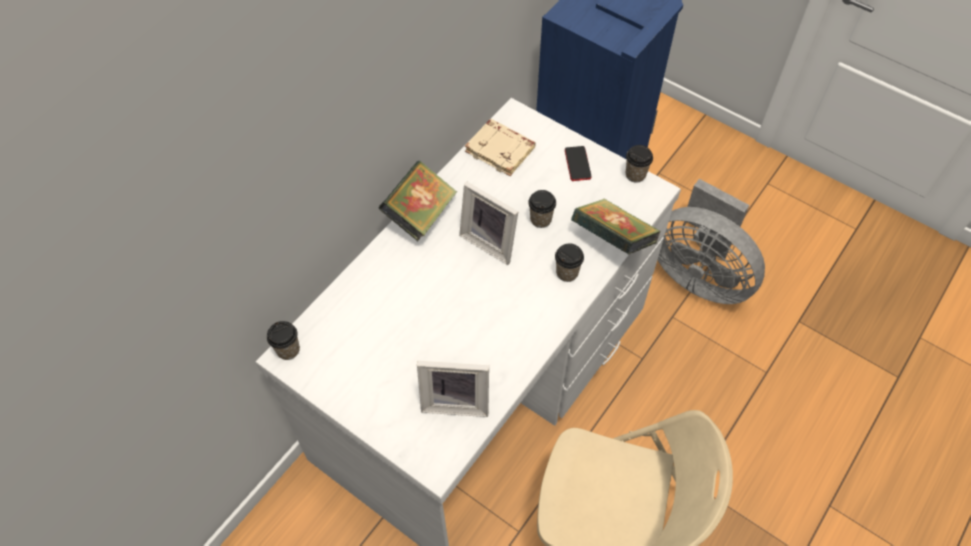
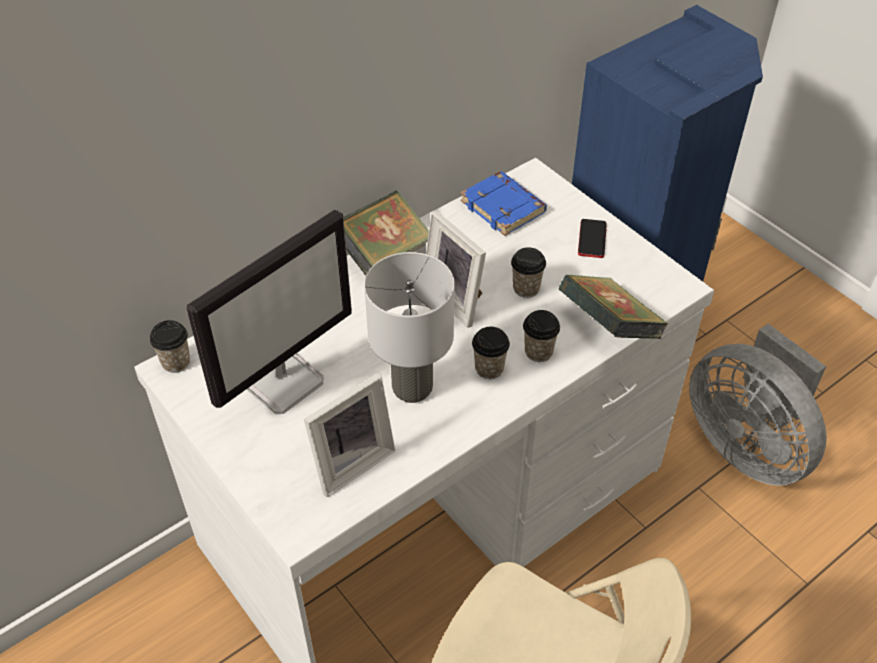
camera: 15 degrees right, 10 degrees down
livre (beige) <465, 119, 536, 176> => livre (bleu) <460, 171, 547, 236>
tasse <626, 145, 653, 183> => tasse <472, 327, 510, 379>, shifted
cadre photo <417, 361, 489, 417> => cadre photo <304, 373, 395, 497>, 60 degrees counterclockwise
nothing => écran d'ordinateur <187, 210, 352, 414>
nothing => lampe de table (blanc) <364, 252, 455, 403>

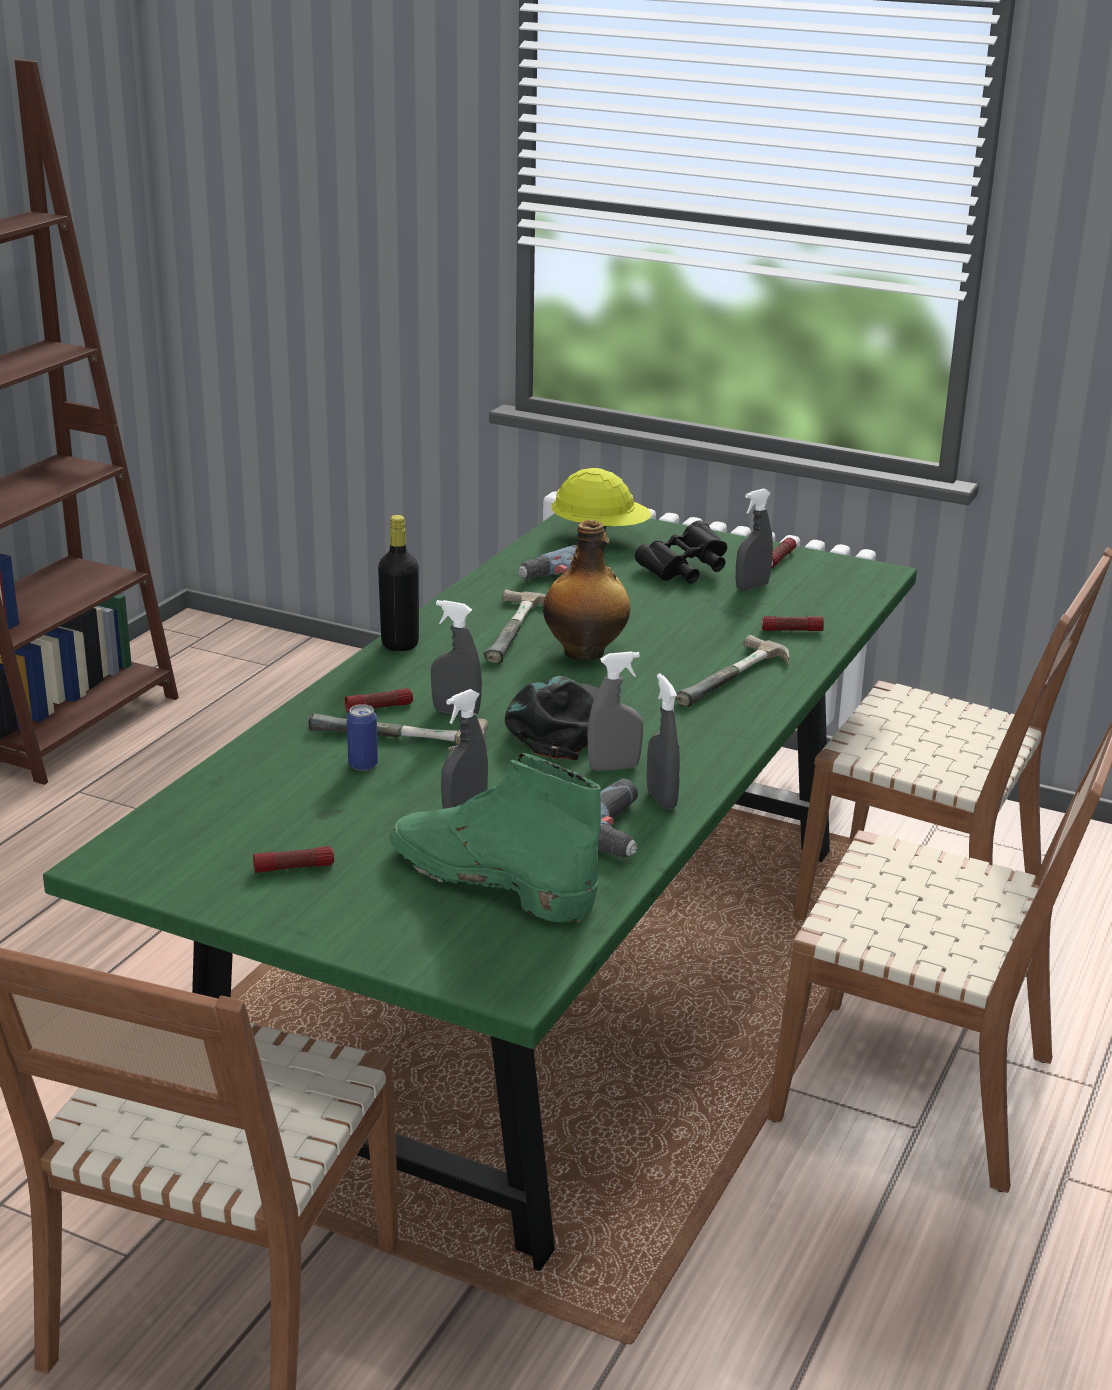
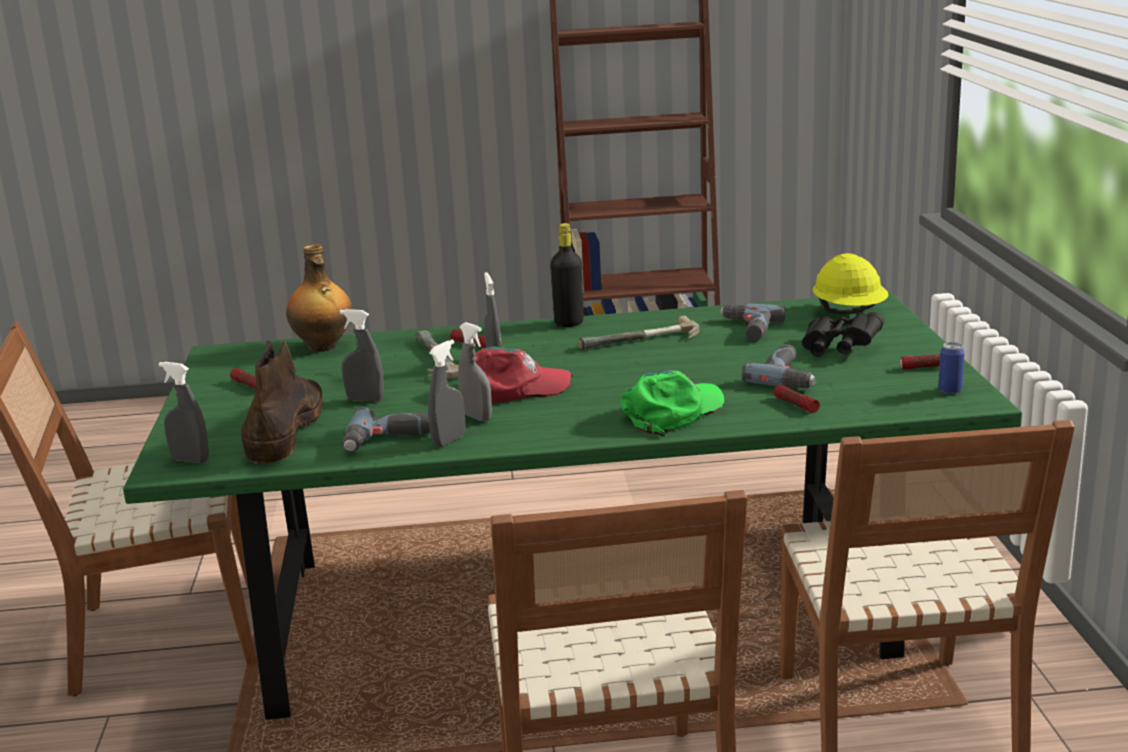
camera: 60 degrees right, 5 degrees down
vaporisateur (gris) <736, 489, 773, 591> => vaporisateur (gris) <159, 362, 209, 463>, shifted
bouteille <543, 520, 630, 661> => bouteille <286, 244, 353, 352>, shifted
marteau <675, 635, 789, 707> => casquette (vert) <621, 370, 724, 437>
casquette (noir) <505, 676, 599, 760> => casquette (rouge) <475, 346, 573, 402>
boîte métallique <347, 704, 378, 771> => boîte métallique <938, 342, 965, 394>, shifted
botte (vert) <390, 753, 601, 922> => botte (marron) <241, 340, 323, 464>
nothing => perceuse <742, 344, 816, 388>

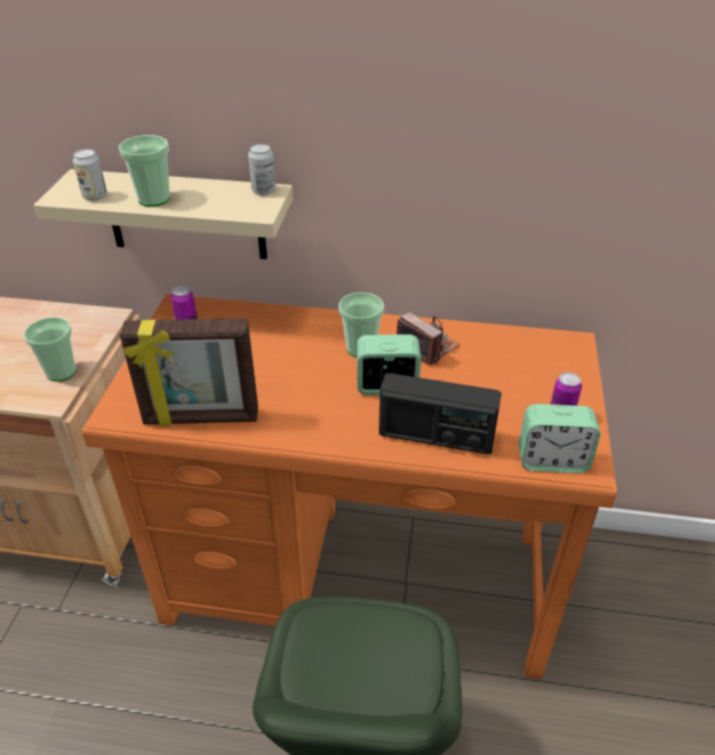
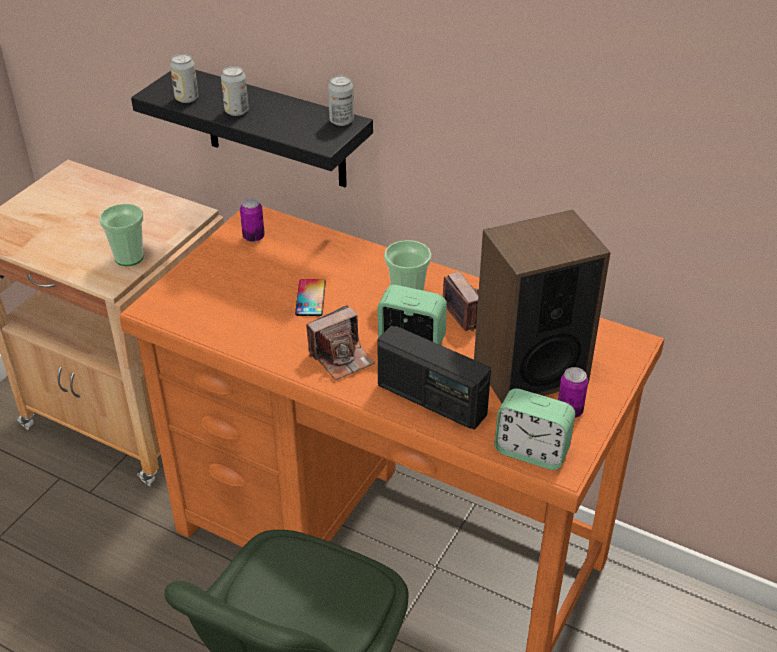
camera: 20 degrees right, 0 degrees up
tasse <118, 135, 170, 207> => boîte métallique <221, 66, 249, 116>
étagère (beige) <34, 169, 293, 259> => étagère (noir) <131, 70, 373, 187>
cadre photo <120, 318, 258, 426> => nothing
nothing => enceinte <474, 210, 611, 403>
nothing => téléphone <295, 279, 326, 316>
nothing => appareil photo <306, 305, 375, 380>

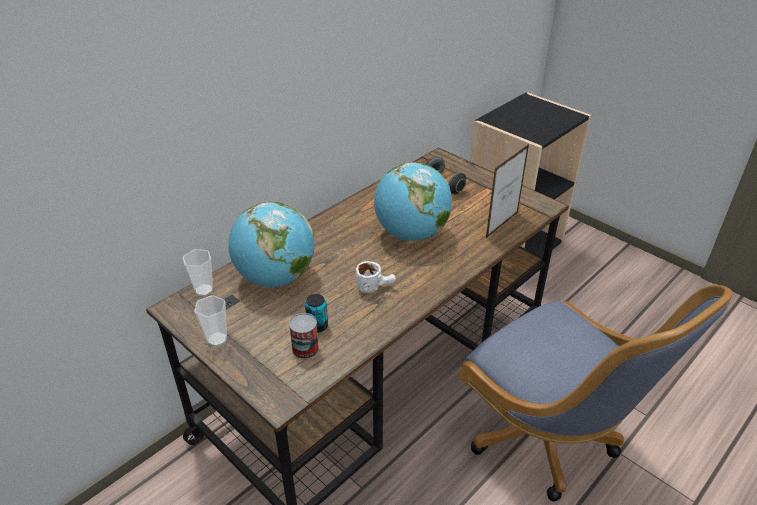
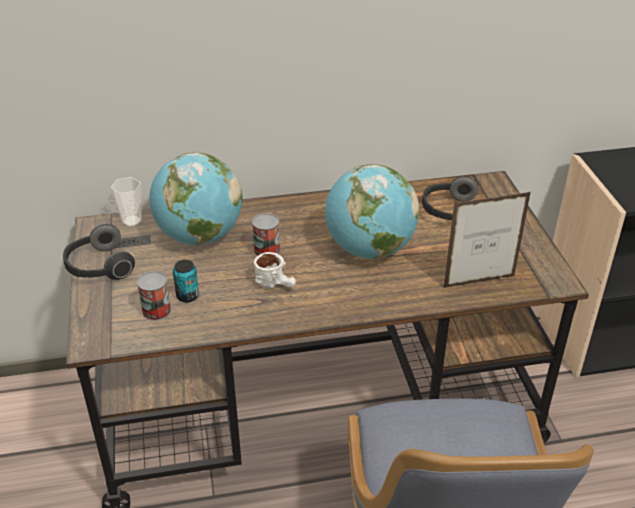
camera: 35 degrees right, 0 degrees up
tasse <194, 295, 227, 347> => casque audio <63, 224, 135, 280>
nothing => boîte métallique <252, 213, 280, 256>

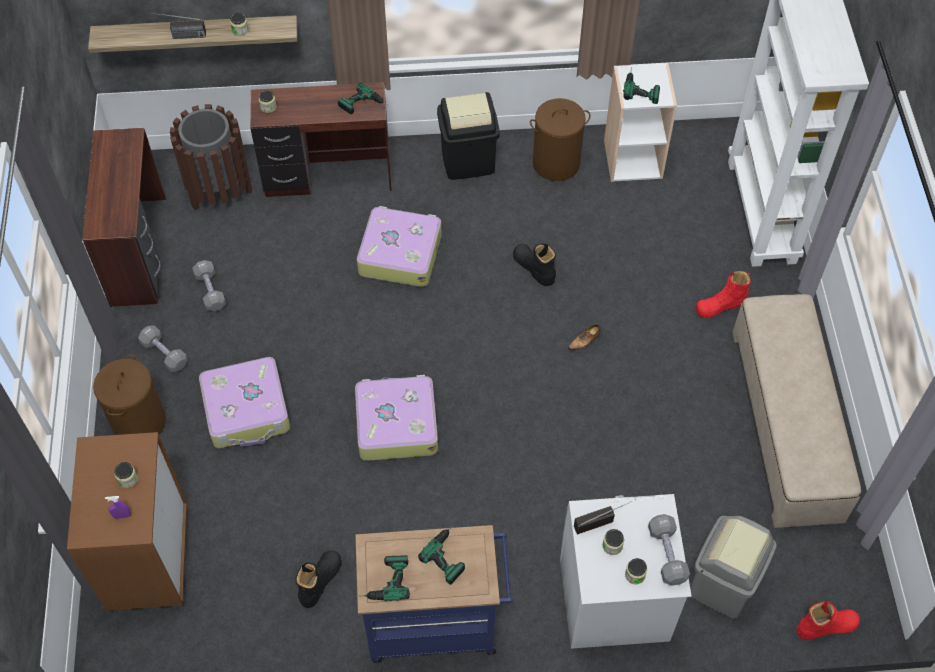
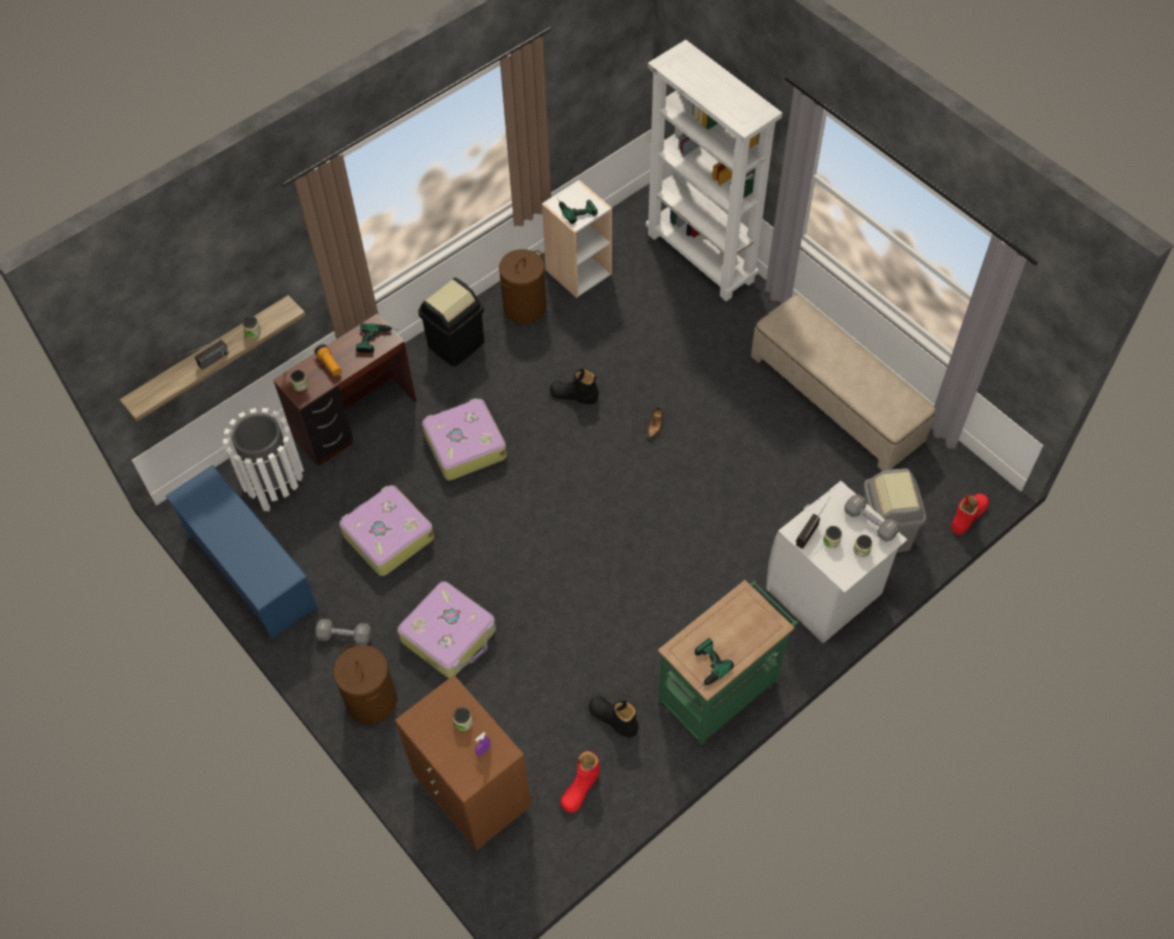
camera: 35 degrees left, 0 degrees up
poubelle (marron) <170, 104, 252, 210> => poubelle (blanc) <223, 408, 304, 511>
bureau (marron) <82, 128, 166, 307> => étagère à chaussures (bleu) <165, 465, 318, 639>
haltère (gris) <192, 260, 226, 311> => nothing
botte (rouge) <696, 271, 751, 318> => botte (rouge) <560, 750, 600, 813>, shifted
valise <355, 375, 438, 461> => valise <339, 485, 434, 576>, shifted
perceuse <418, 523, 465, 585> => nothing
chariot (bleu) <356, 525, 513, 663> => chariot (vert) <658, 580, 799, 747>
botte (noir) <295, 550, 342, 608> => botte (noir) <589, 696, 639, 738>, 45 degrees counterclockwise
nothing => lampe de poche <315, 344, 342, 376>

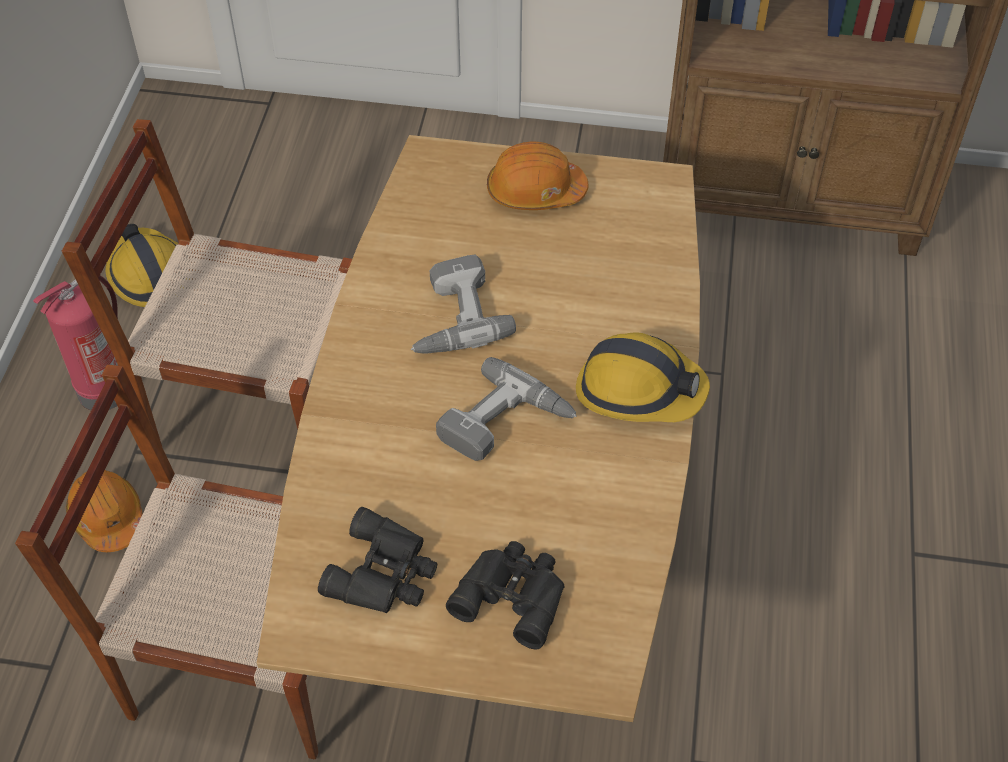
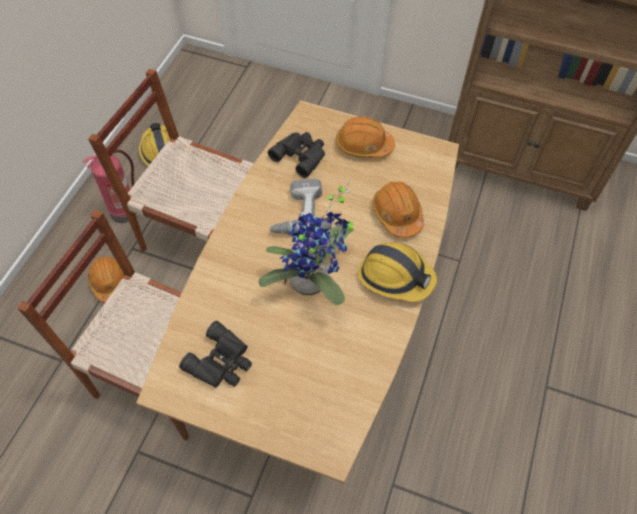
camera: 10 degrees right, 5 degrees up
perceuse <436, 357, 577, 461> => plante en pot <258, 182, 354, 305>
jumelles (noir) <446, 541, 564, 649> => jumelles (noir) <268, 132, 325, 178>, shifted
nothing => casque de chantier (orange) <372, 181, 424, 238>

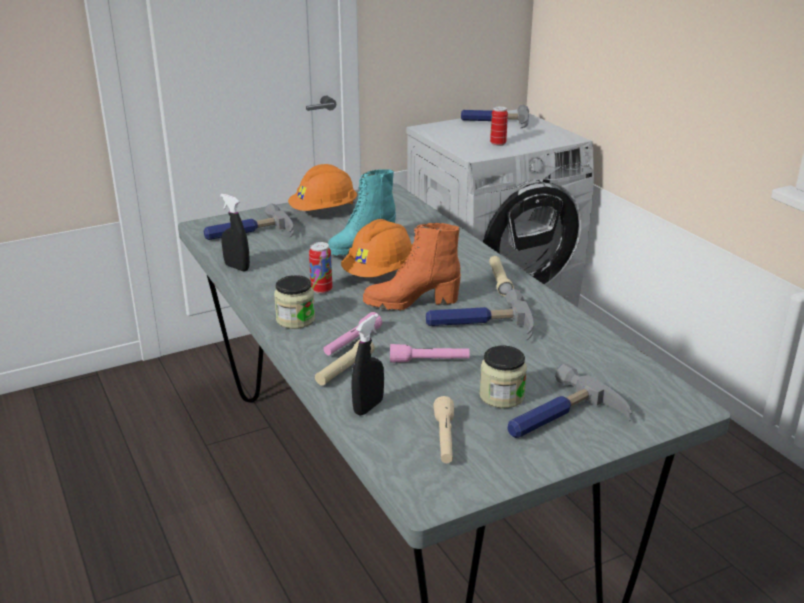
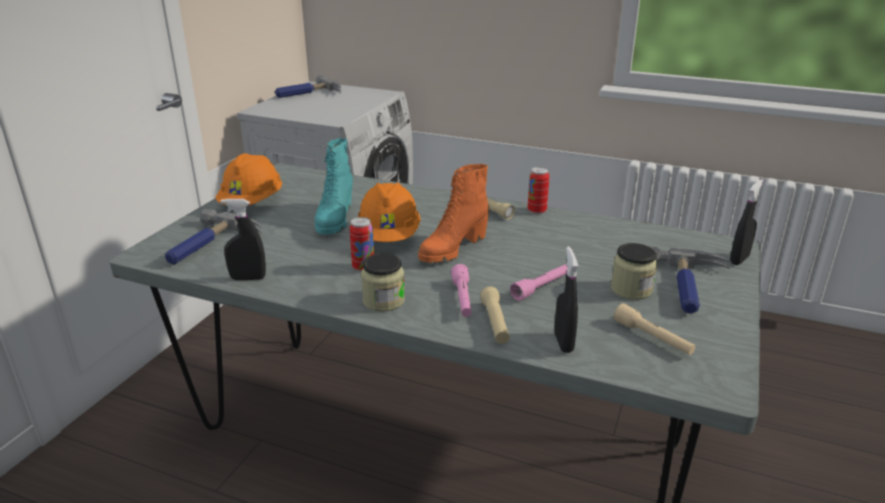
camera: 40 degrees left, 0 degrees up
boîte métallique <490, 106, 508, 146> => boîte métallique <528, 167, 550, 214>, shifted
marteau <426, 289, 534, 340> => nothing
nothing => vaporisateur (noir) <730, 179, 764, 265>

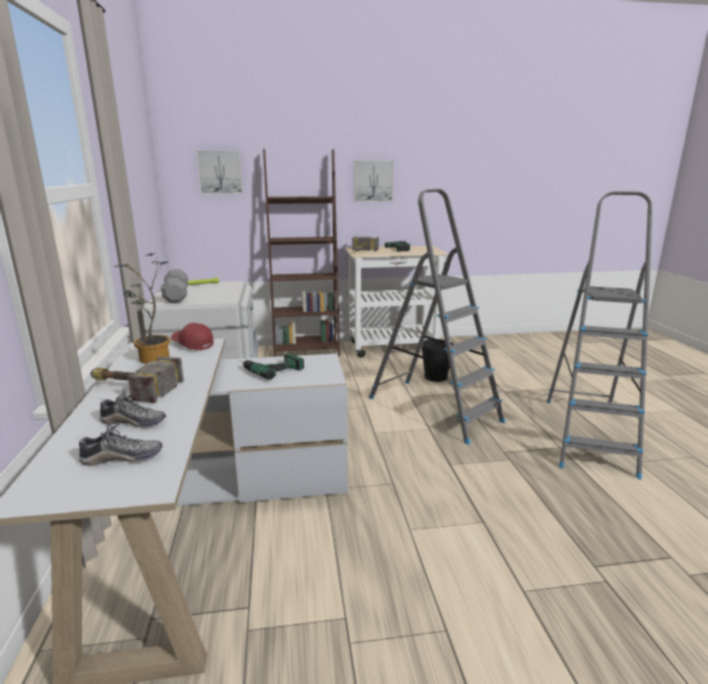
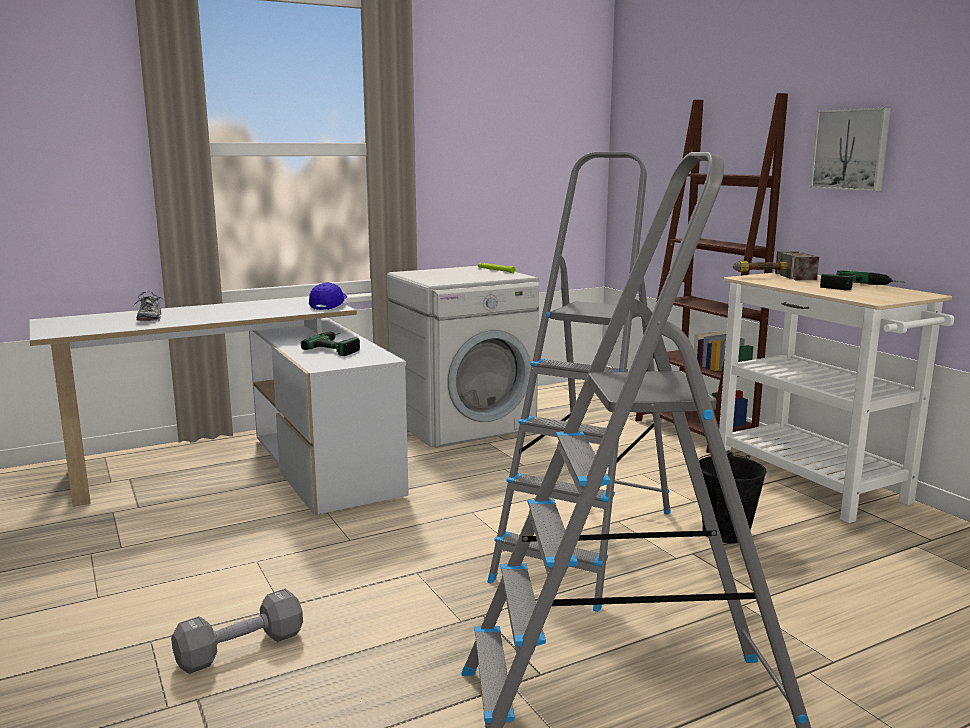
camera: 70 degrees right, 5 degrees down
tableau <196, 150, 243, 194> => nothing
plante en pot <114, 253, 170, 364> => nothing
haltère (gris) <161, 269, 188, 303> => haltère (gris) <171, 589, 303, 674>, shifted
casquette (rouge) <171, 323, 214, 350> => casquette (bleu) <309, 282, 347, 310>
marteau <90, 356, 184, 403> => nothing
chaussure <76, 423, 162, 466> => nothing

